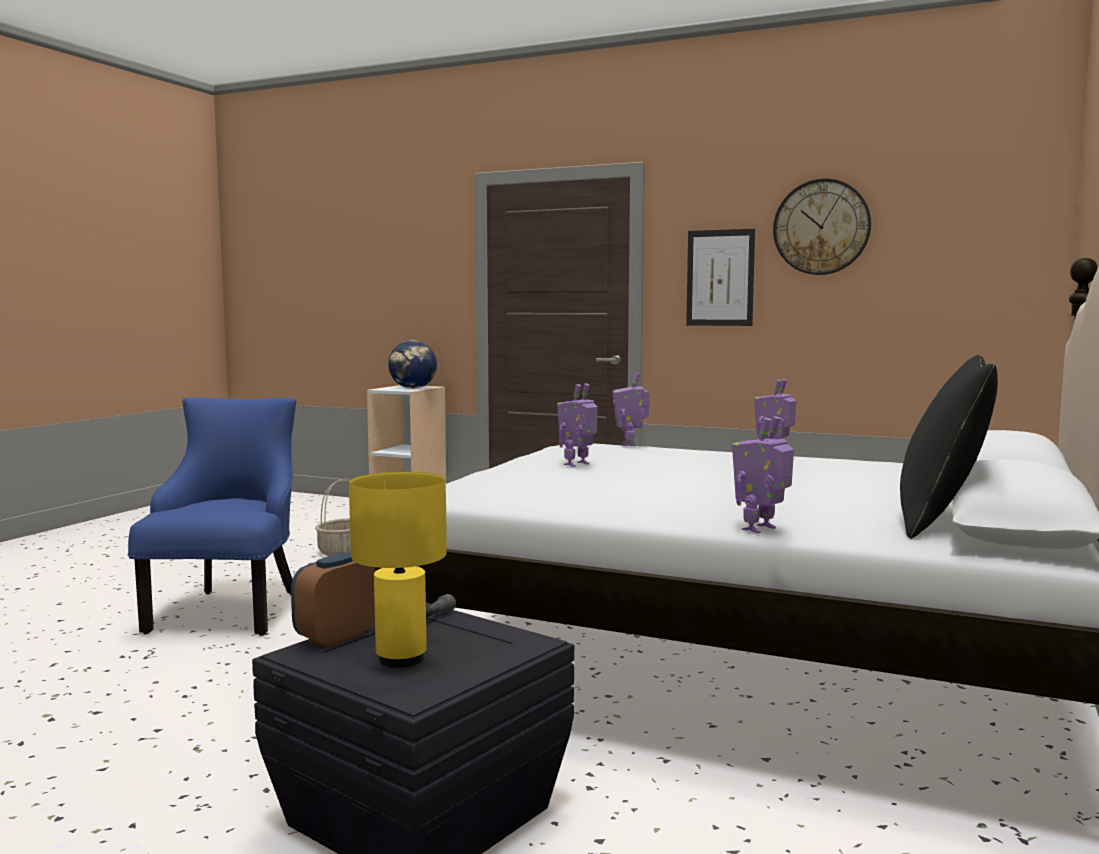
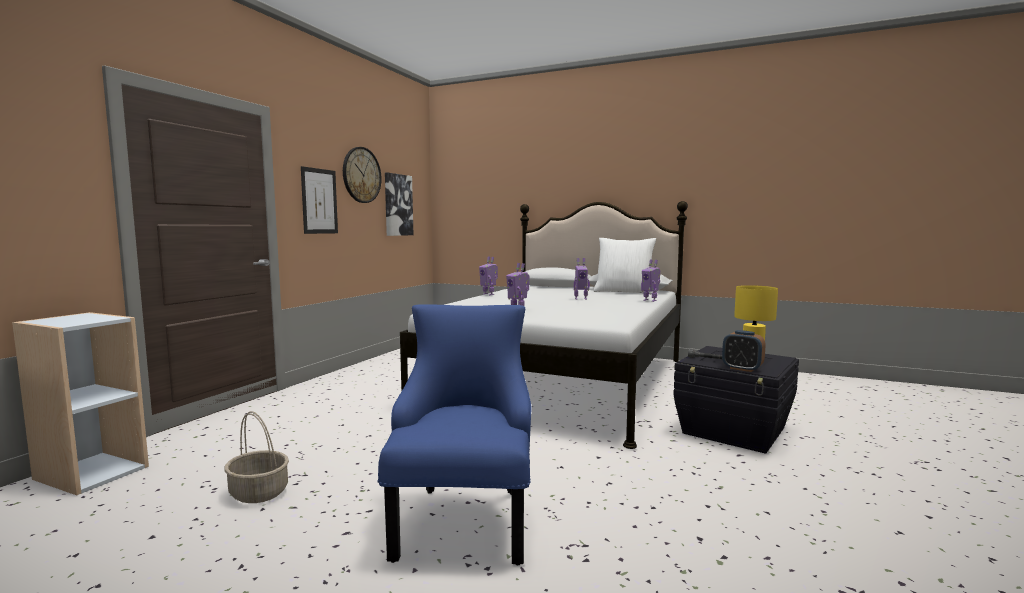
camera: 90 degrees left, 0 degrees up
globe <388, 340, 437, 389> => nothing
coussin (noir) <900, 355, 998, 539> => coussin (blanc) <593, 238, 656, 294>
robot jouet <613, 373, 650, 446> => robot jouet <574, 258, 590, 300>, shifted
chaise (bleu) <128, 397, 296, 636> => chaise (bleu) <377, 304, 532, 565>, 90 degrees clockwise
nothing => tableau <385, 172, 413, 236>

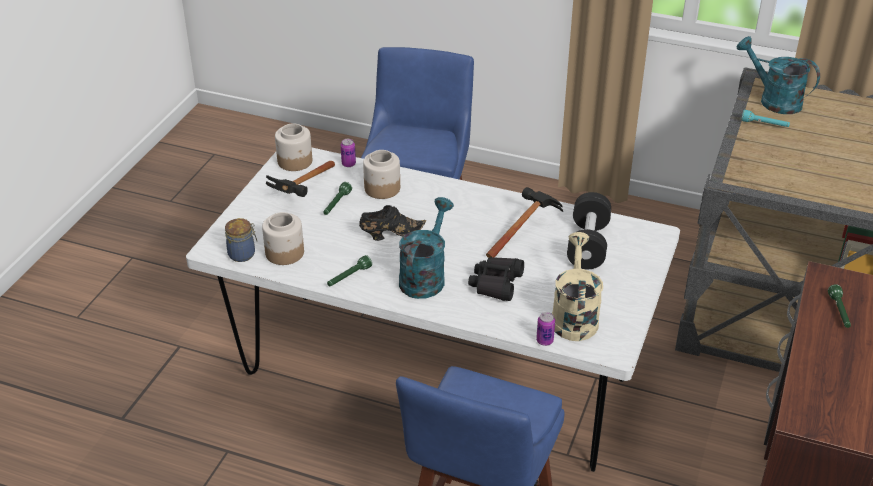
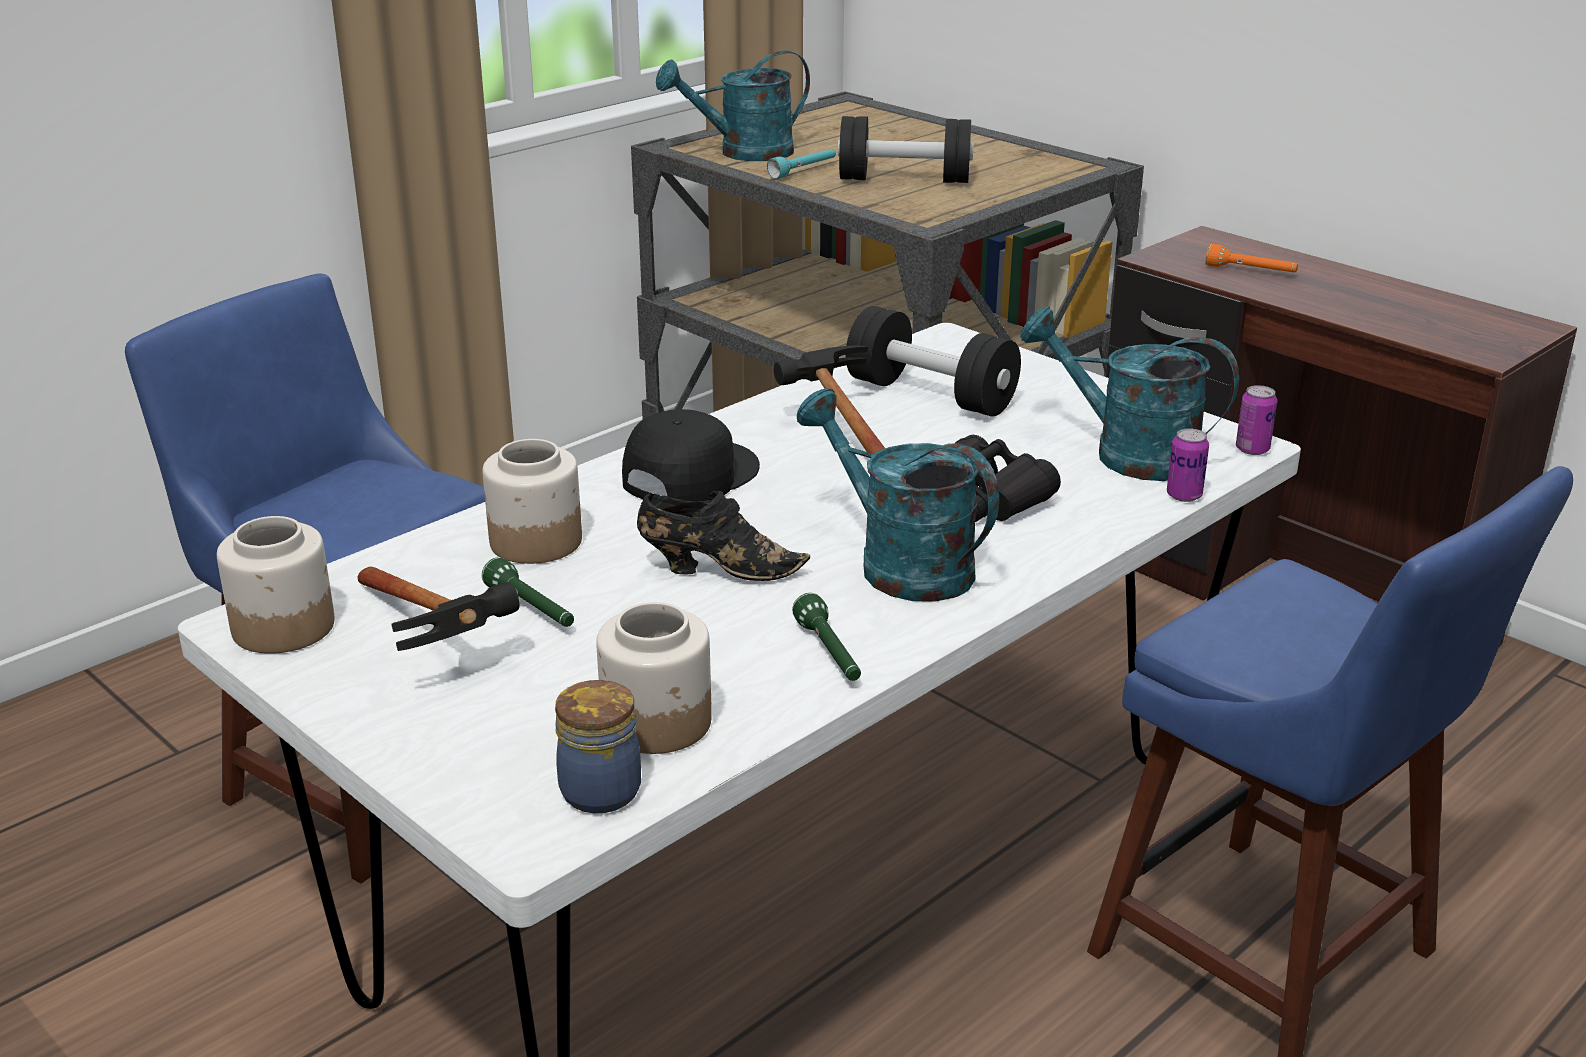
camera: 65 degrees left, 10 degrees down
boîte métallique <341, 139, 356, 167> => boîte métallique <1236, 385, 1277, 455>, shifted
chaussure (noir) <359, 205, 426, 241> => chaussure (noir) <637, 490, 810, 581>, 90 degrees clockwise
arrosoir (beige) <552, 232, 603, 341> => arrosoir (turquoise) <1020, 307, 1239, 481>
lampe de poche (vert) <828, 284, 851, 328> => lampe de poche (orange) <1205, 244, 1298, 272>
nothing => haltère (noir) <838, 116, 974, 183>
nothing => casquette (noir) <622, 409, 760, 502>

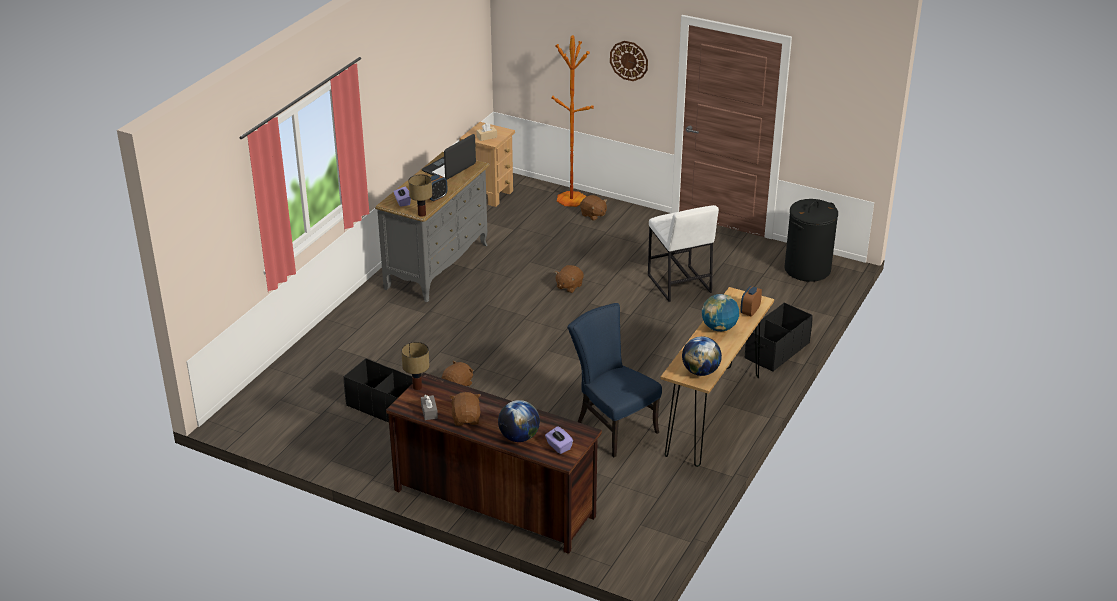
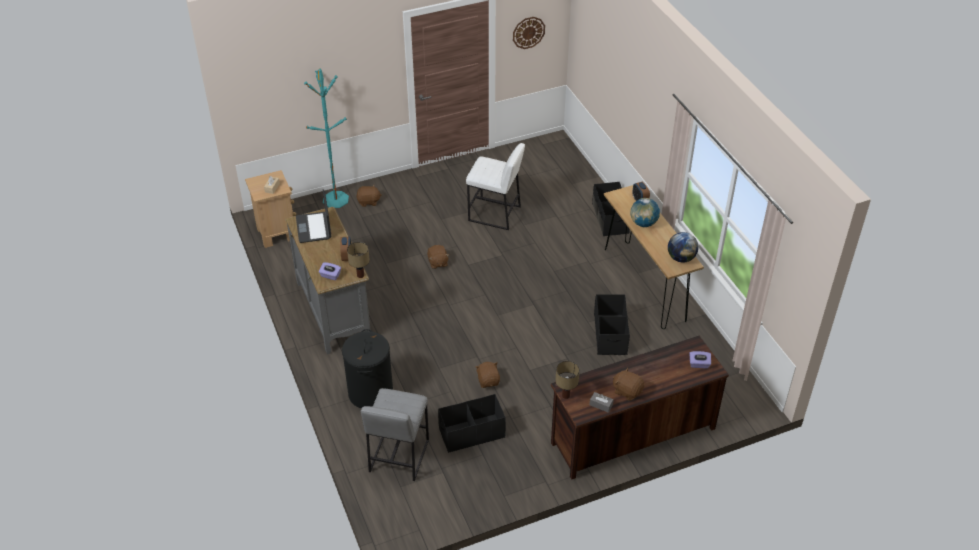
camera: 50 degrees left, 10 degrees up
portant (orange) <551, 35, 594, 207> => portant (turquoise) <304, 68, 349, 208>
horloge murale <610, 41, 648, 81> => horloge murale <513, 17, 545, 49>, shifted
panier à linge (noir) <784, 199, 838, 282> => panier à linge (noir) <342, 329, 393, 409>, shifted
chaise (bleu) <567, 303, 662, 457> => boîte de rangement (noir) <594, 294, 630, 355>
globe <498, 400, 540, 442> => nothing
nothing => chaise (gris) <361, 388, 429, 481>

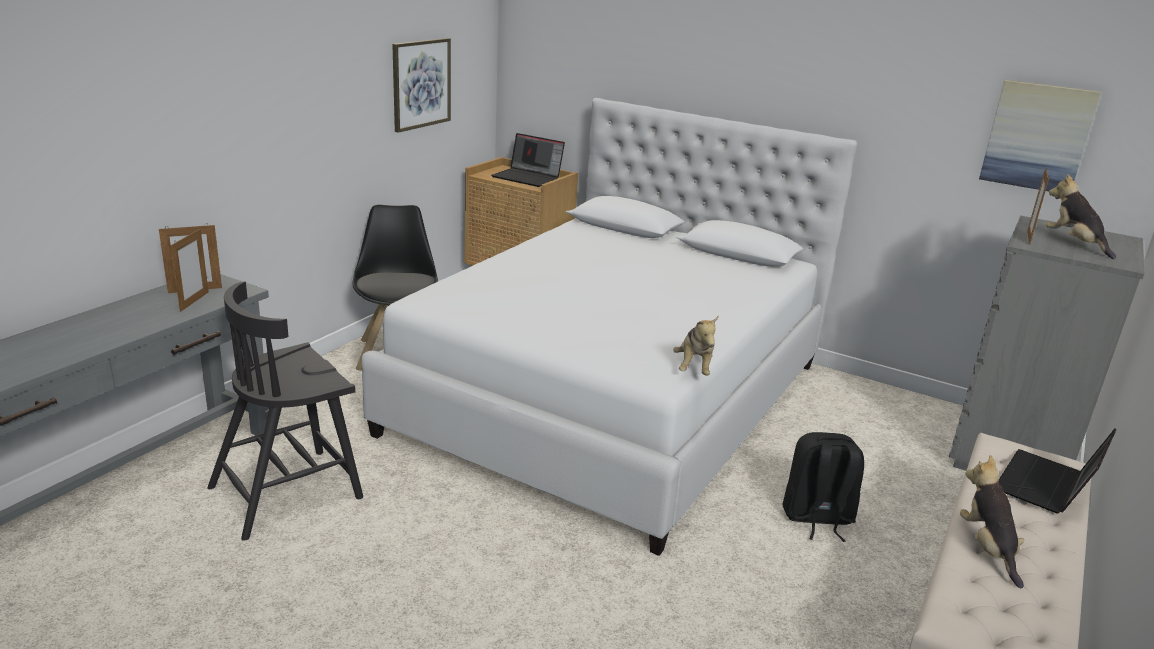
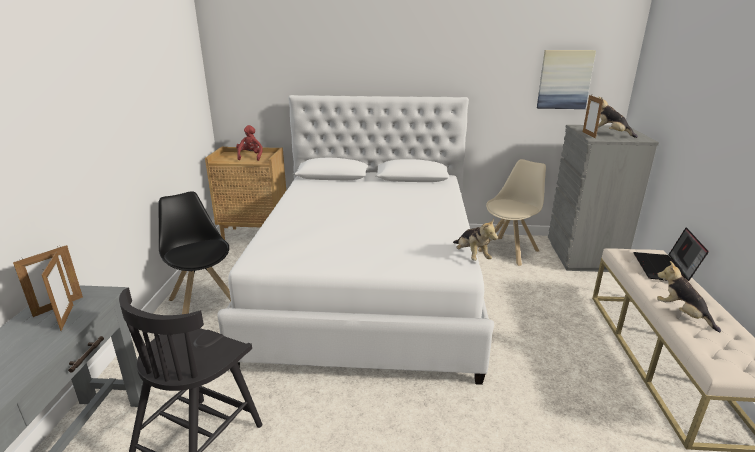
camera: 25 degrees left, 0 degrees up
tableau <392, 38, 451, 133> => nothing
ordinateur portable <491, 133, 565, 187> => peluche (rouge) <236, 125, 263, 161>
sac à dos (noir) <783, 432, 864, 542> => nothing
nothing => chaise (beige) <478, 159, 546, 266>

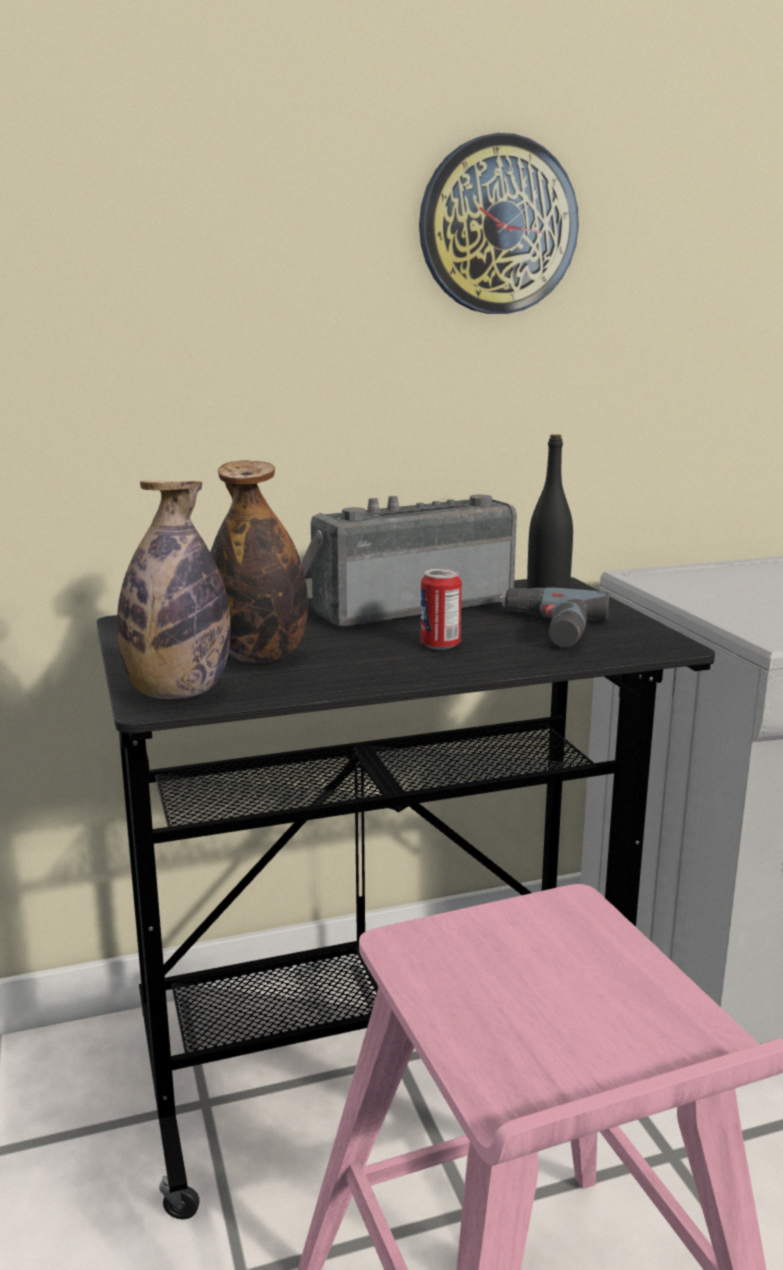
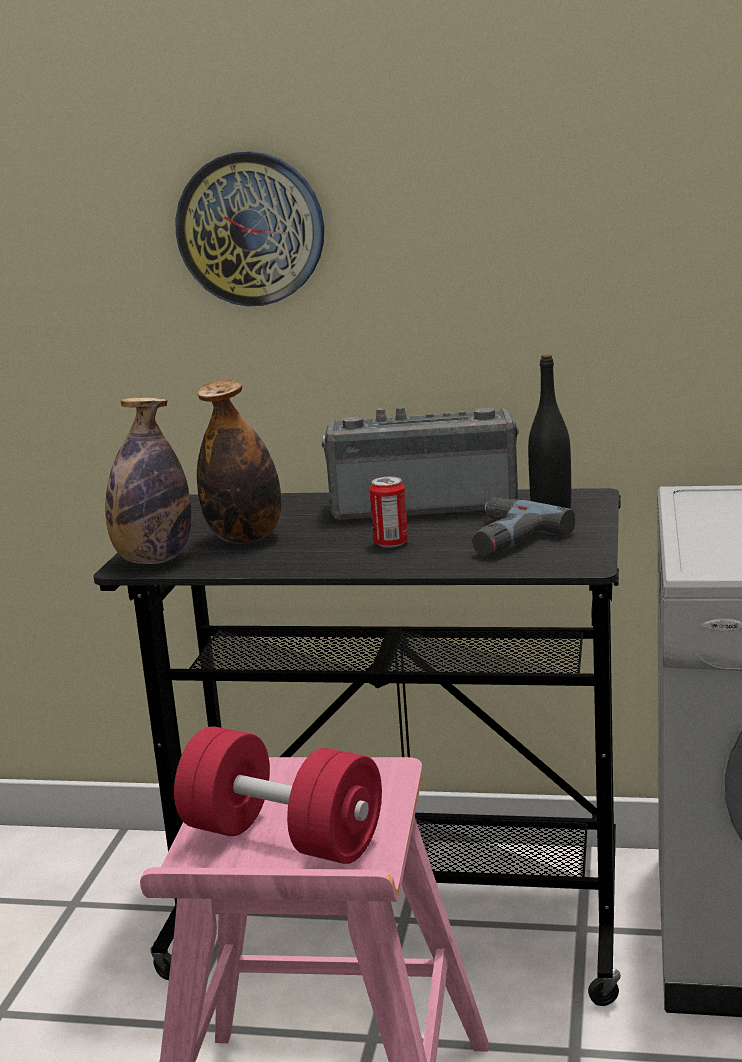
camera: 30 degrees right, 0 degrees up
horloge murale <419, 133, 579, 314> => horloge murale <175, 151, 324, 306>, shifted
nothing => haltère (rouge) <174, 726, 382, 864>

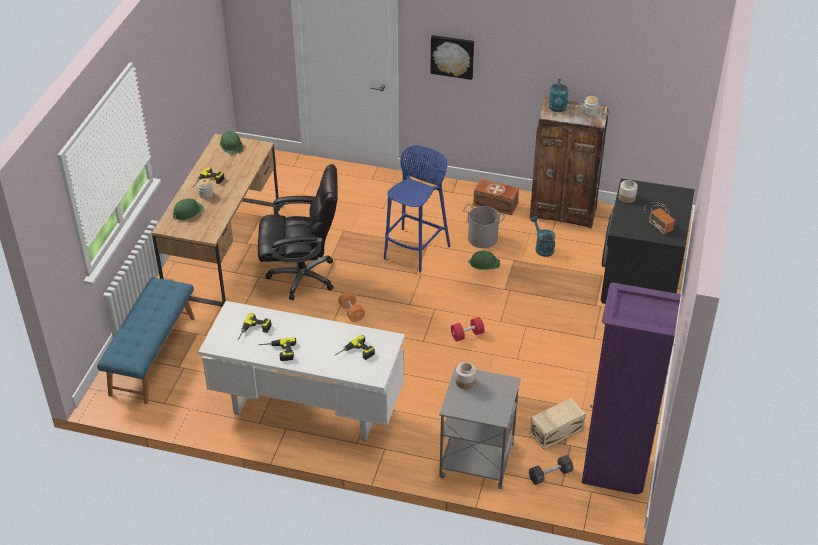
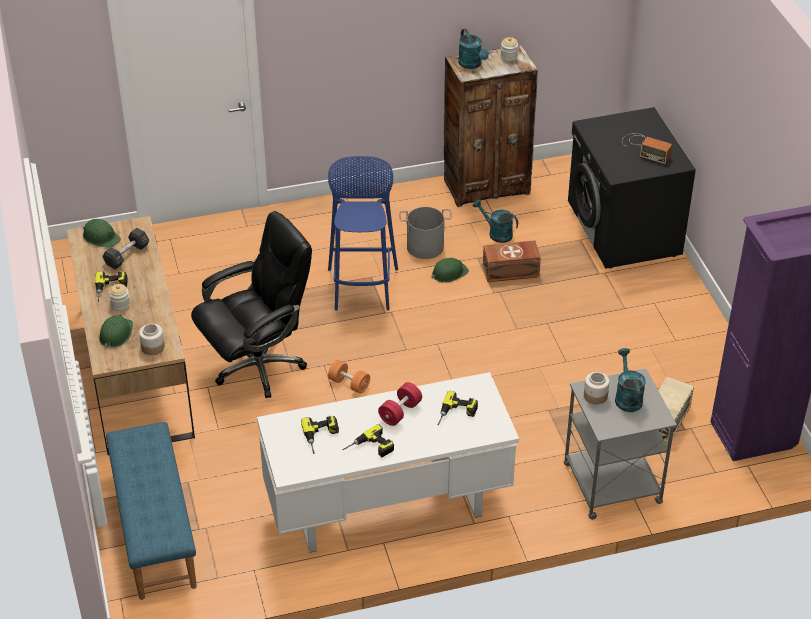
camera: 30 degrees left, 0 degrees up
tableau <430, 35, 474, 80> => nothing
boîte de rangement (marron) <473, 179, 519, 216> => boîte de rangement (marron) <483, 240, 541, 282>, shifted
bocal <619, 180, 638, 203> => bocal <139, 324, 165, 355>, shifted
haltère (rouge) <451, 317, 485, 341> => haltère (rouge) <378, 382, 422, 426>, shifted
haltère (noir) <529, 455, 573, 485> => haltère (noir) <102, 228, 149, 270>, shifted
nothing => arrosoir (turquoise) <615, 348, 646, 412>

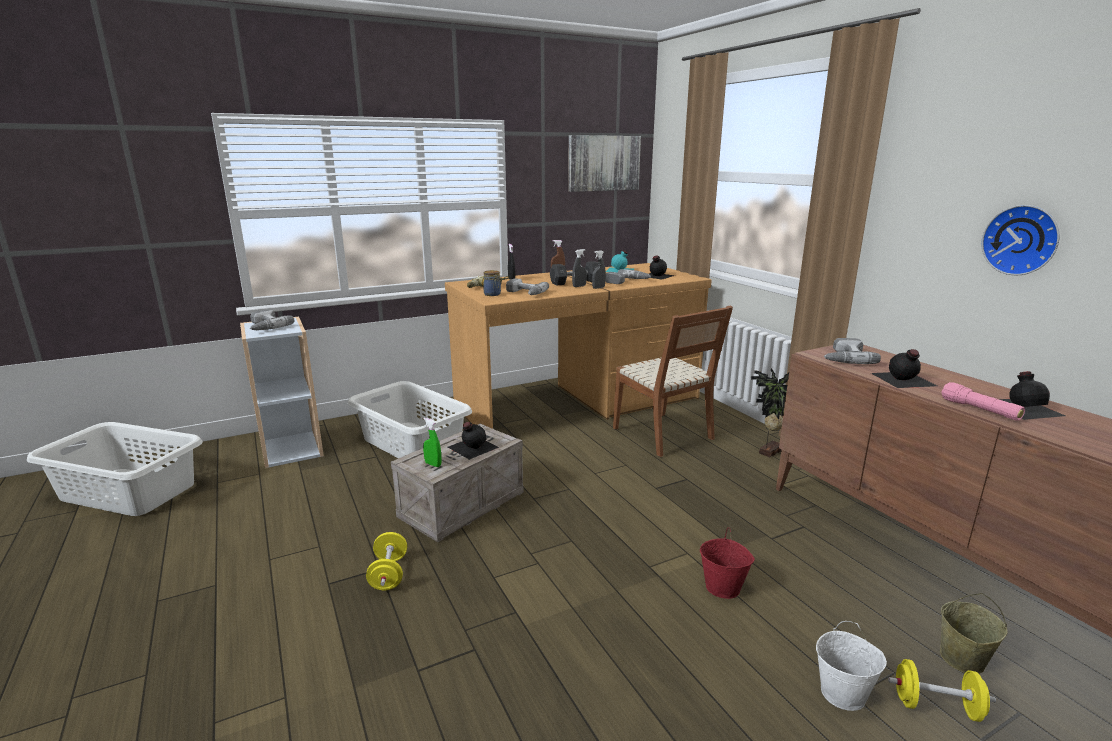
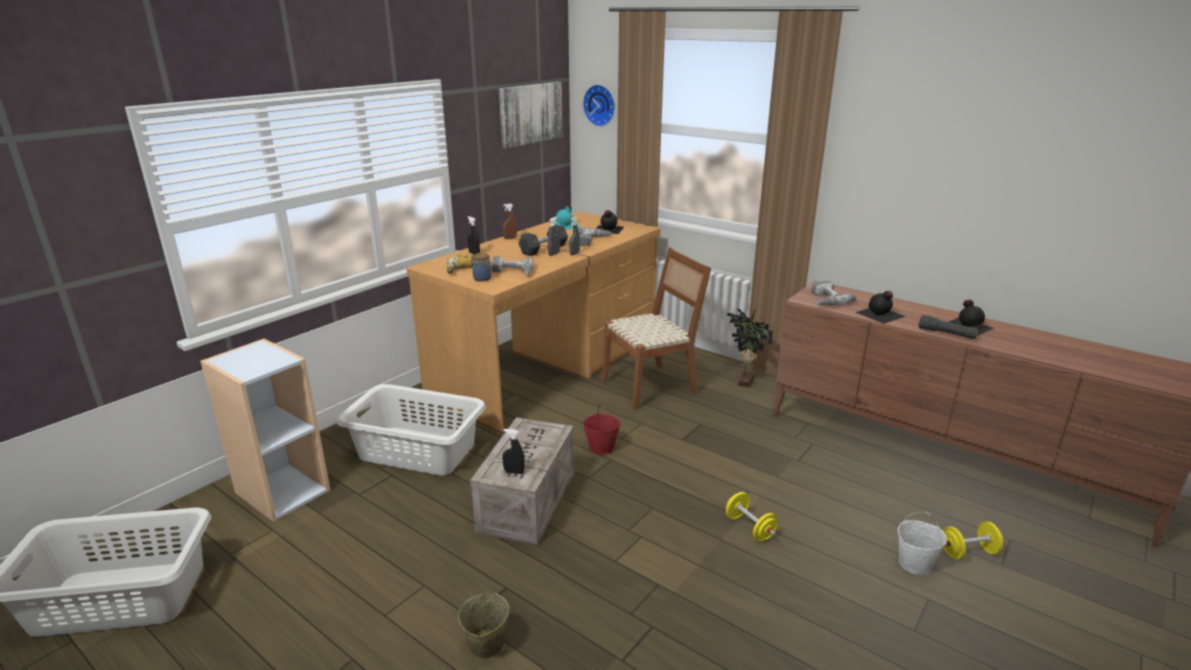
camera: 25 degrees left, 5 degrees up
horloge murale <981, 205, 1060, 275> => horloge murale <583, 84, 615, 127>, shifted
chaise <613, 305, 733, 457> => chaise <602, 247, 711, 410>, 60 degrees counterclockwise
perceuse <250, 309, 294, 330> => nothing
lampe de poche (rose) <941, 382, 1025, 421> => lampe de poche (noir) <919, 315, 978, 339>
vaporisateur (vert) <423, 418, 441, 467> => vaporisateur (noir) <502, 429, 525, 474>
bouteille (noir) <448, 422, 499, 460> => nothing
seau (rouge) <700, 527, 755, 599> => seau (rouge) <583, 404, 621, 455>, shifted
haltère (jaune) <366, 532, 407, 590> => haltère (jaune) <726, 492, 778, 541>, shifted
seau (beige) <940, 593, 1008, 674> => seau (beige) <458, 590, 510, 659>, shifted

